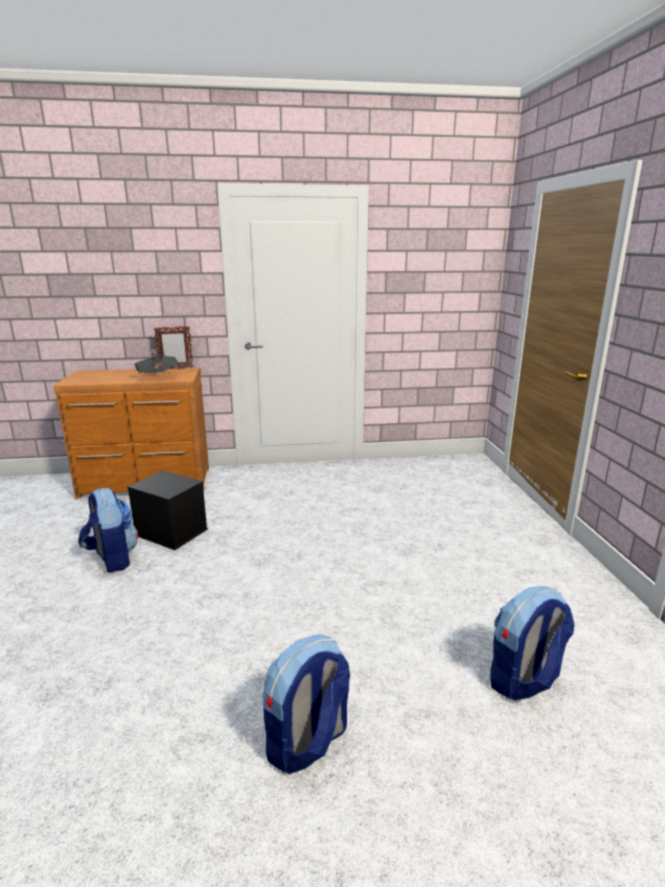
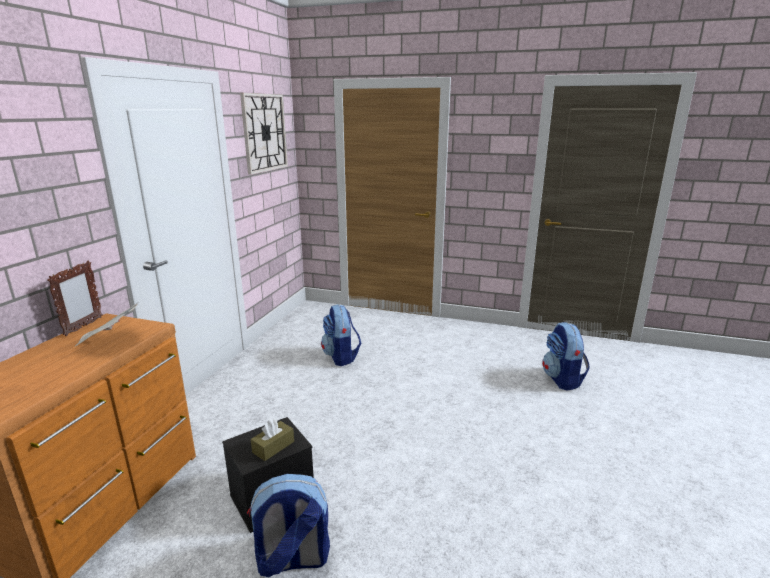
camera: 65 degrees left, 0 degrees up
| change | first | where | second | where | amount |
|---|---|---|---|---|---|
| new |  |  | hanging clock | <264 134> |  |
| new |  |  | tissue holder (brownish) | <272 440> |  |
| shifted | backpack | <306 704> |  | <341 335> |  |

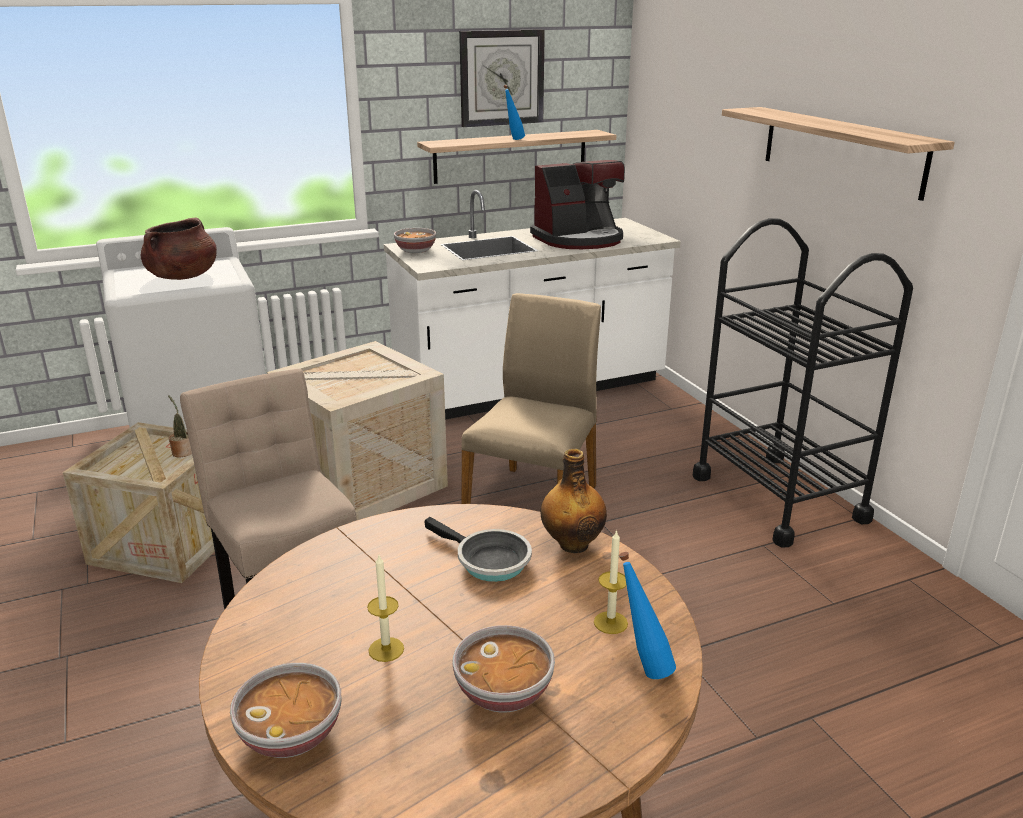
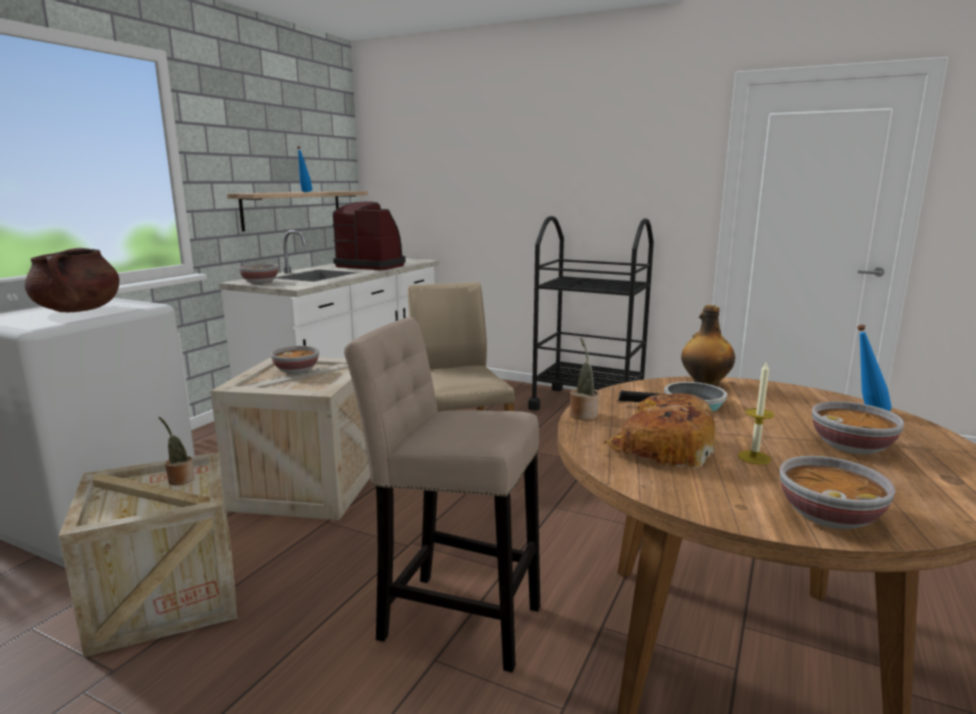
camera: 40 degrees left, 10 degrees down
| change | first | where | second | where | amount |
|---|---|---|---|---|---|
| gone | hanging clock | <502 78> |  |  |  |
| gone | candle | <611 581> |  |  |  |
| gone | bracket shelf | <838 154> |  |  |  |
| new |  |  | serving bowl | <295 360> |  |
| new |  |  | potted plant | <584 378> |  |
| new |  |  | bakery bread | <659 430> |  |
| rotated | coffee brewer | <577 204> |  | <369 235> | 90 degrees counterclockwise |

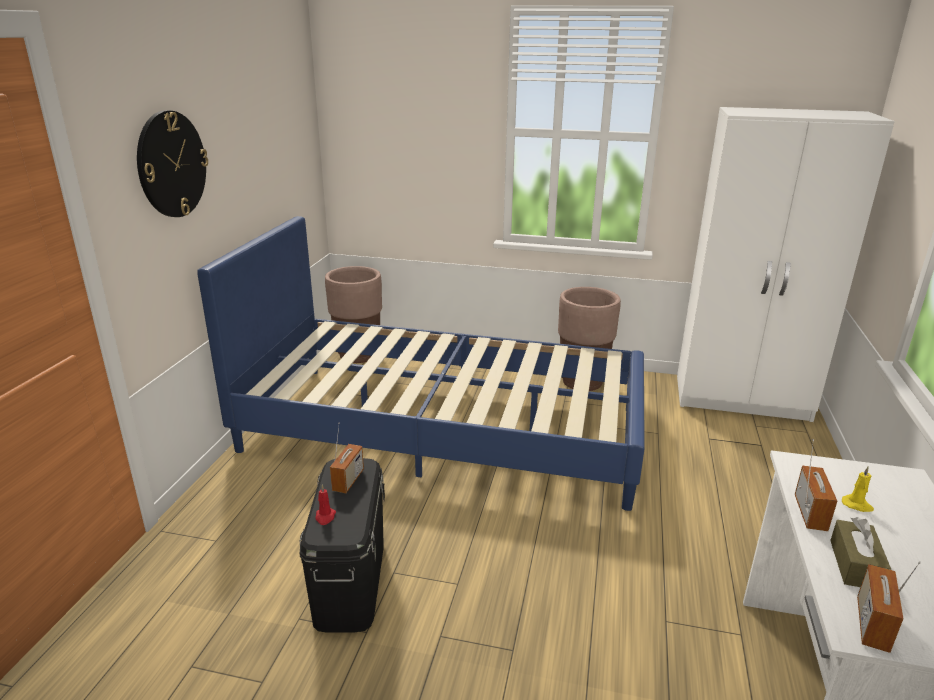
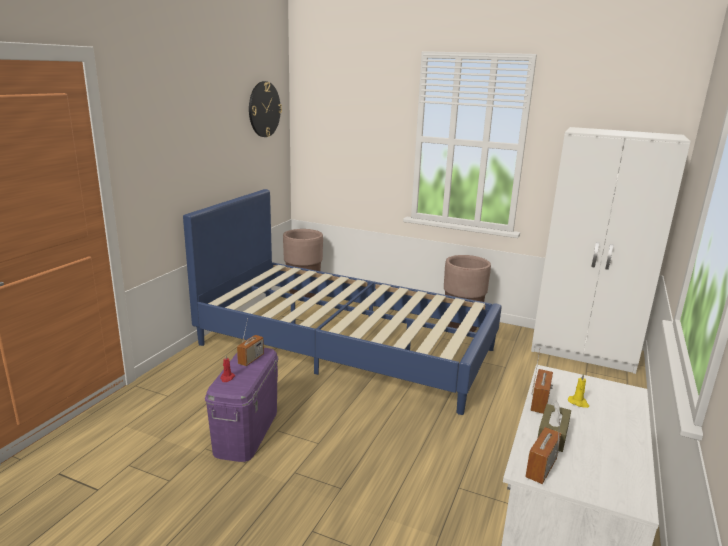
camera: 10 degrees right, 5 degrees down
| change | first | where | second | where | amount |
|---|---|---|---|---|---|
| shifted | hanging clock | <172 163> |  | <265 109> |  |
| repainted | storage container (black) | <342 545> | storage container (purple-coloured) | <241 405> |  |

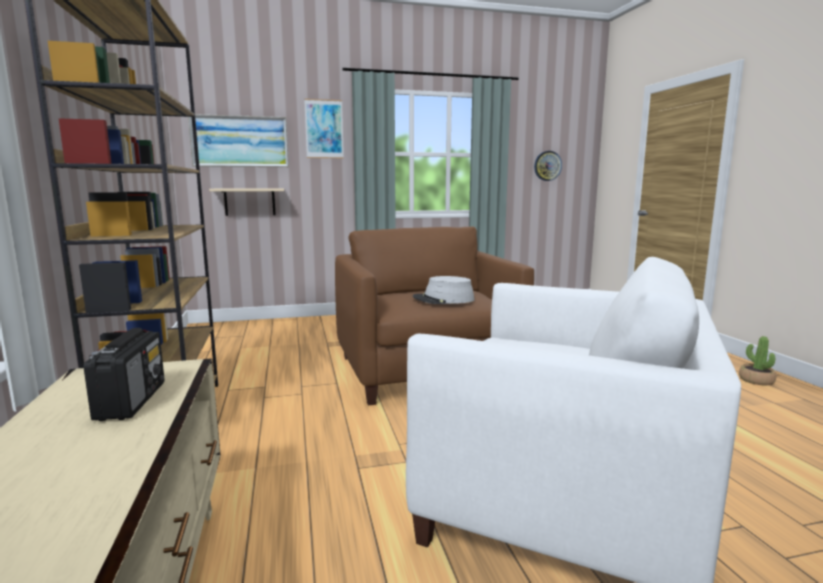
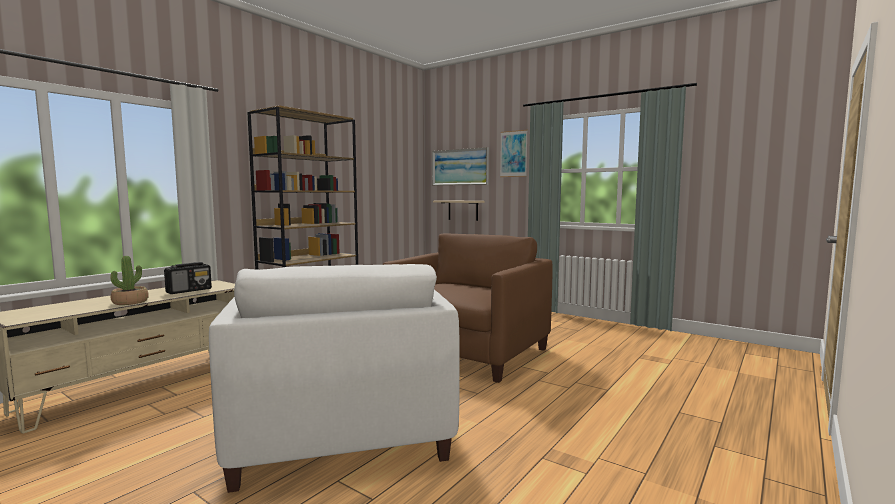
camera: 50 degrees right, 5 degrees down
| change | first | where | second | where | amount |
|---|---|---|---|---|---|
| gone | wearable hat (greyish) | <443 290> |  |  |  |
| gone | hanging clock | <548 166> |  |  |  |
| shifted | potted plant | <757 361> |  | <130 280> |  |

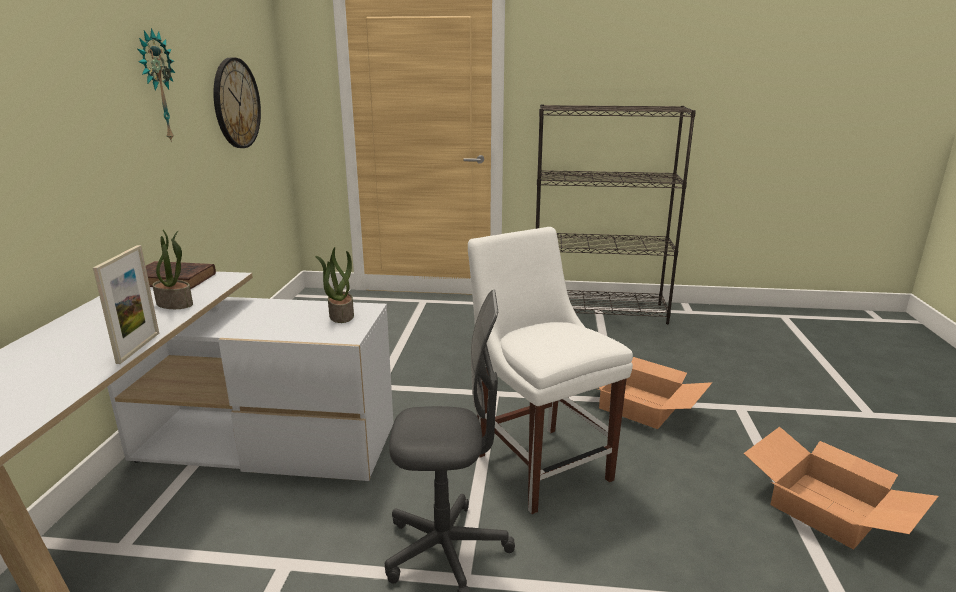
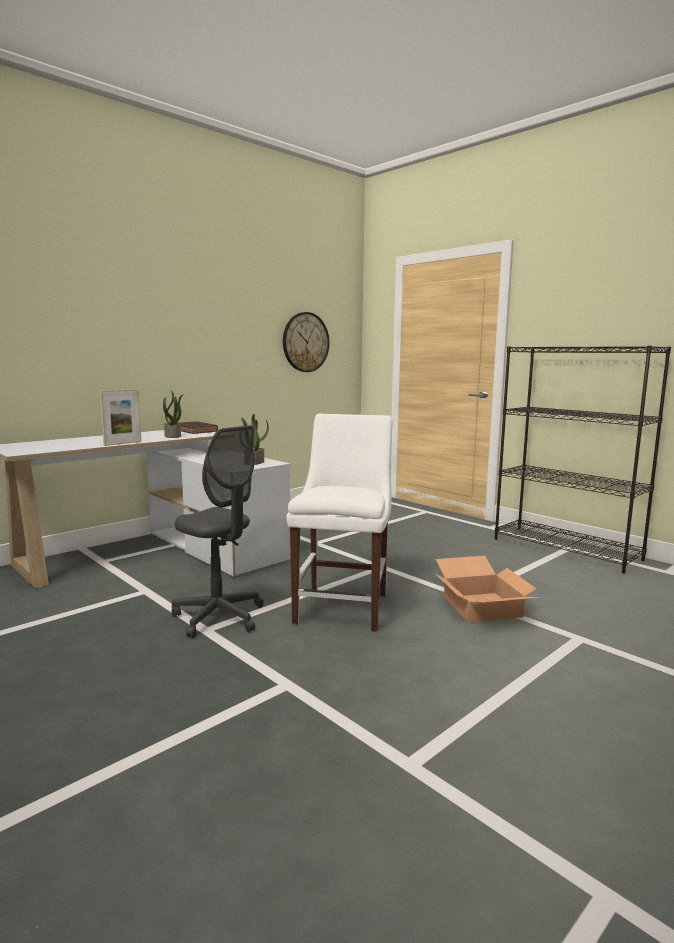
camera: 40 degrees right, 10 degrees down
| change | first | where | second | where | amount |
|---|---|---|---|---|---|
| gone | hanging clock | <156 85> |  |  |  |
| gone | cardboard box | <841 488> |  |  |  |

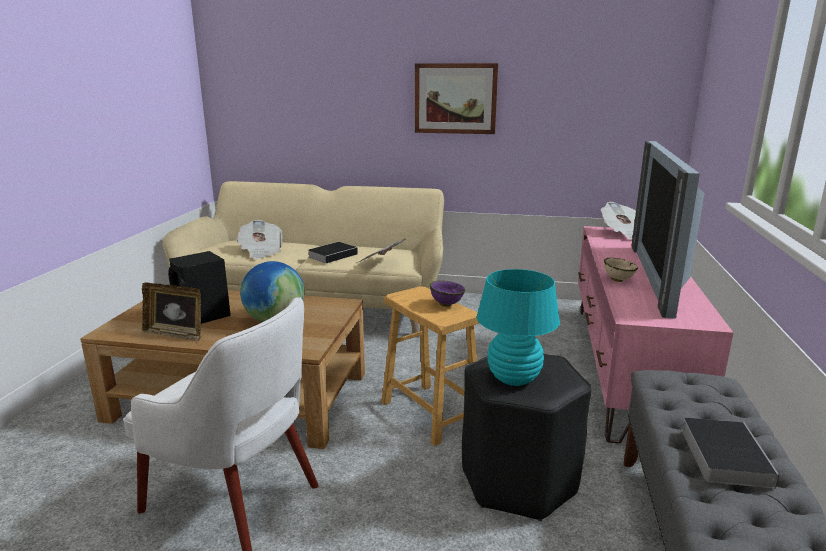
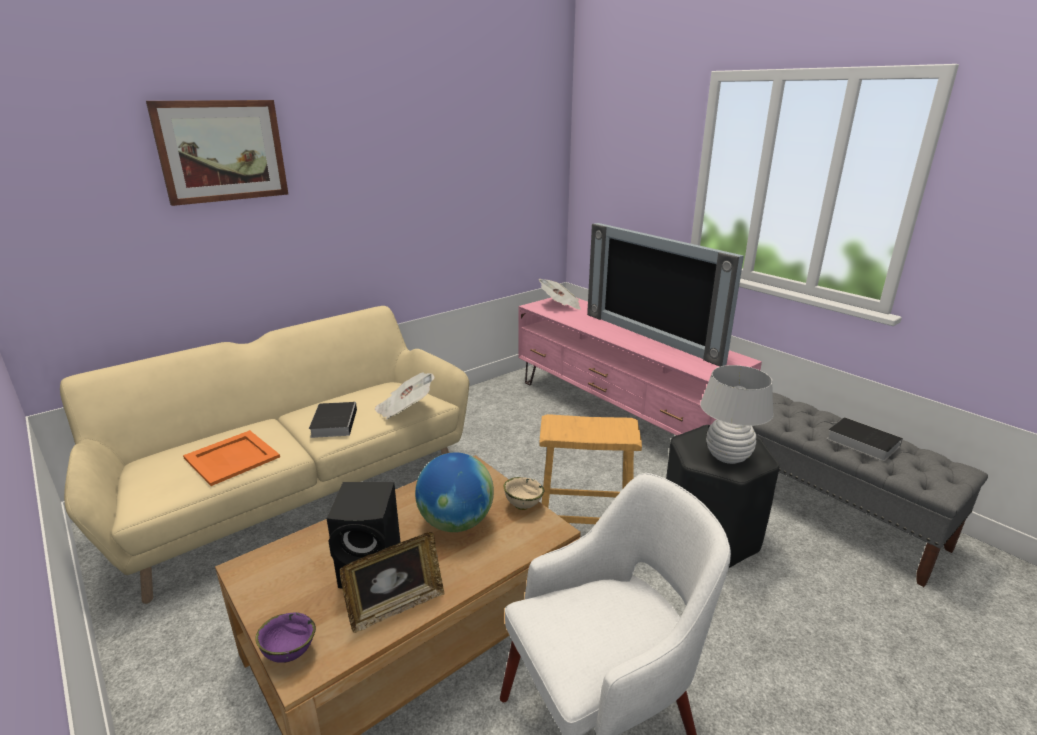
camera: 50 degrees left, 5 degrees up
| change | first | where | second | where | amount |
|---|---|---|---|---|---|
| shifted | picture | <456 98> |  | <217 153> |  |
| shifted | serving bowl (purple-coloured) | <447 294> |  | <285 637> |  |
| shifted | serving bowl (sand-coloured) | <621 270> |  | <524 493> |  |
| swapped | daily paper | <260 239> | tray (orange) | <231 458> |  |
| repainted | table lamp (turquoise-coloured) | <518 327> | table lamp (whitish) | <737 414> |  |

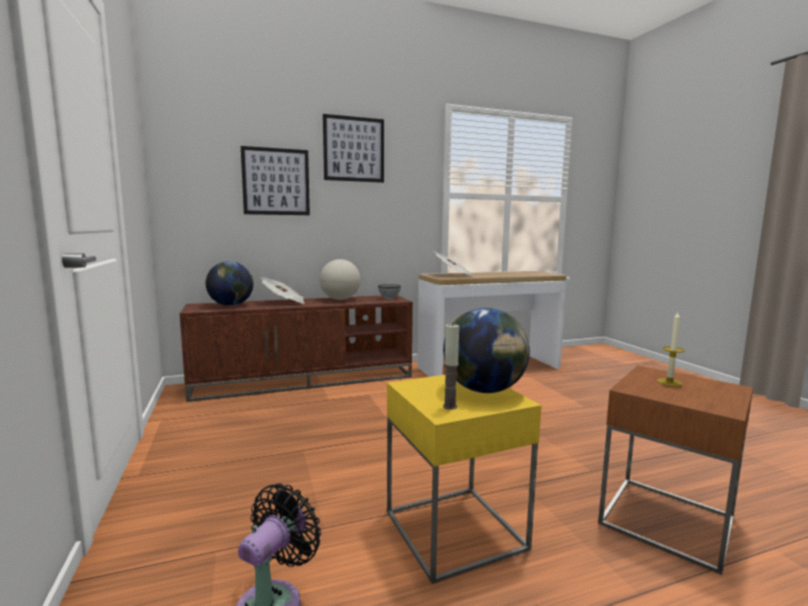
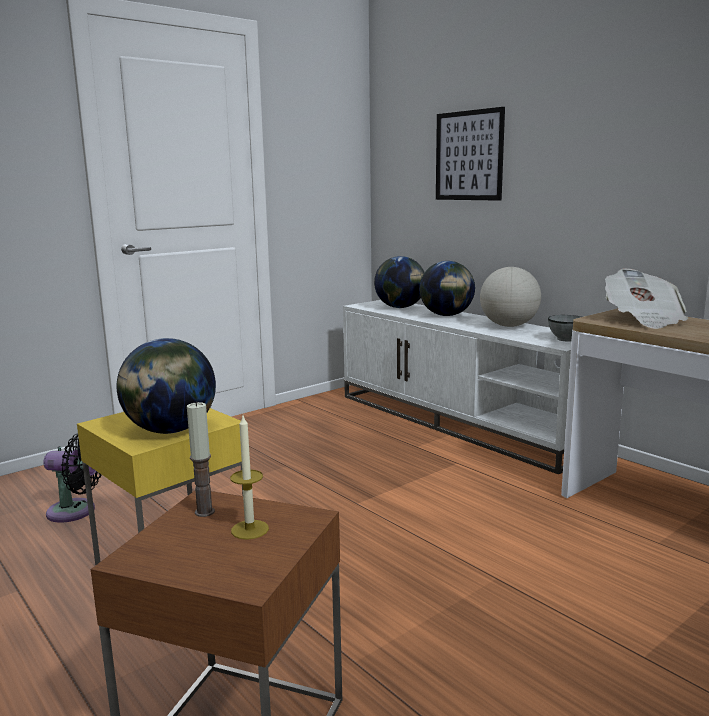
camera: 70 degrees right, 5 degrees up
| change | first | where | second | where | amount |
|---|---|---|---|---|---|
| gone | picture | <353 148> |  |  |  |
| shifted | candle | <451 366> |  | <201 459> |  |
| swapped | daily paper | <282 290> | desk globe | <447 288> |  |
| repainted | media console (brownish) | <296 348> | media console (whitish) | <457 387> |  |

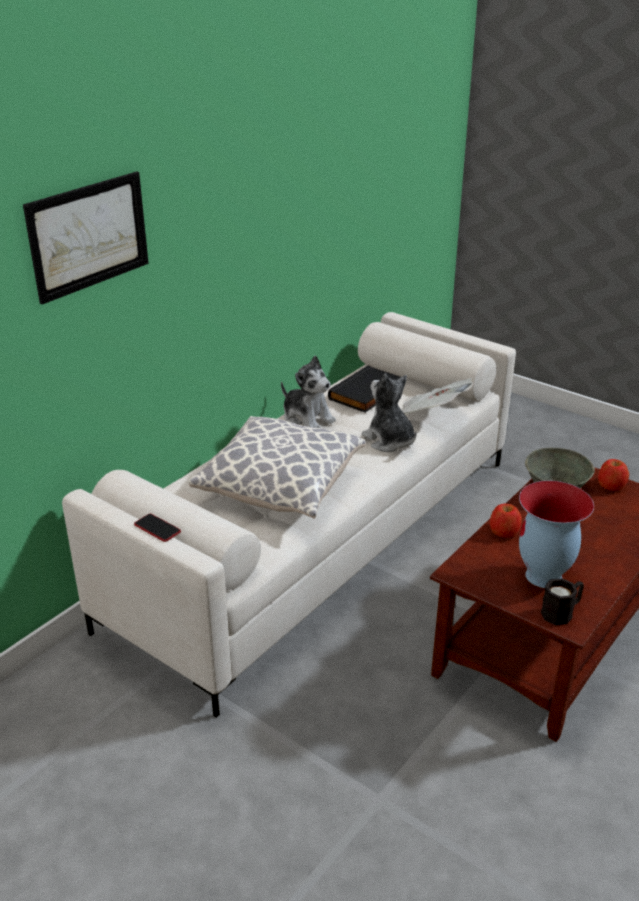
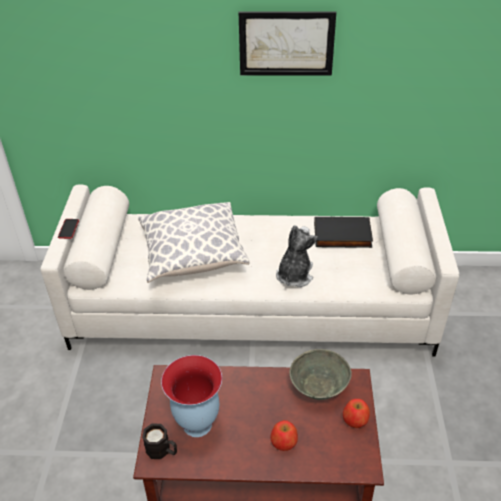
camera: 55 degrees right, 10 degrees up
| change | first | where | second | where | amount |
|---|---|---|---|---|---|
| gone | soft toy | <308 392> |  |  |  |
| gone | daily paper | <437 396> |  |  |  |
| shifted | picture | <86 238> |  | <287 43> |  |
| shifted | apple | <506 521> |  | <284 435> |  |

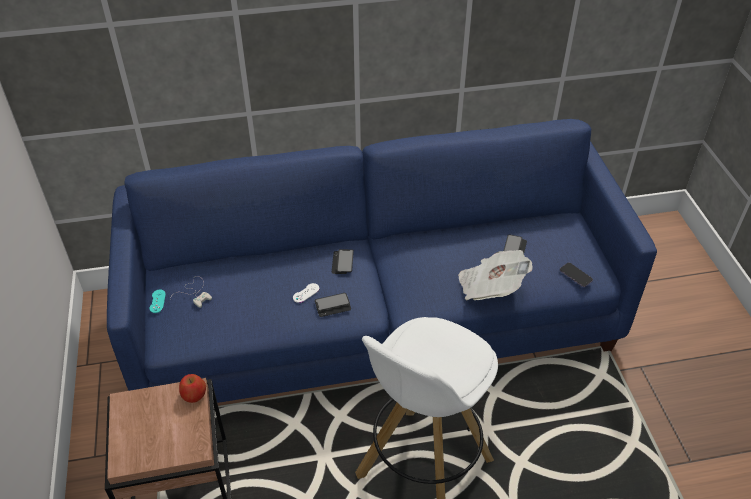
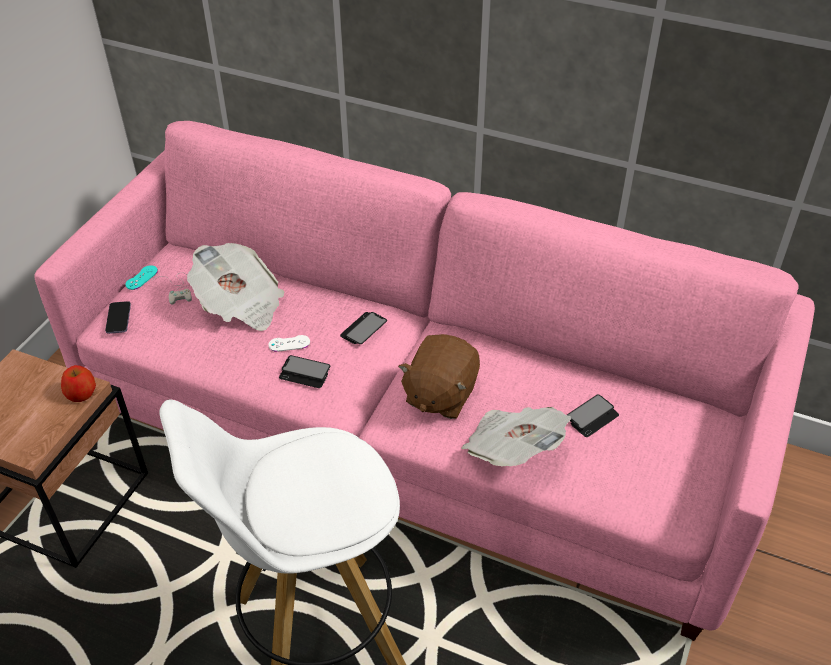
camera: 35 degrees right, 0 degrees up
| change | first | where | second | where | amount |
|---|---|---|---|---|---|
| new |  |  | daily paper | <236 287> |  |
| new |  |  | soft toy (brownish) | <439 376> |  |
| shifted | telephone | <576 275> |  | <118 317> |  |
| repainted | sofa (bluish) | <382 261> | sofa (pinkish) | <424 381> |  |

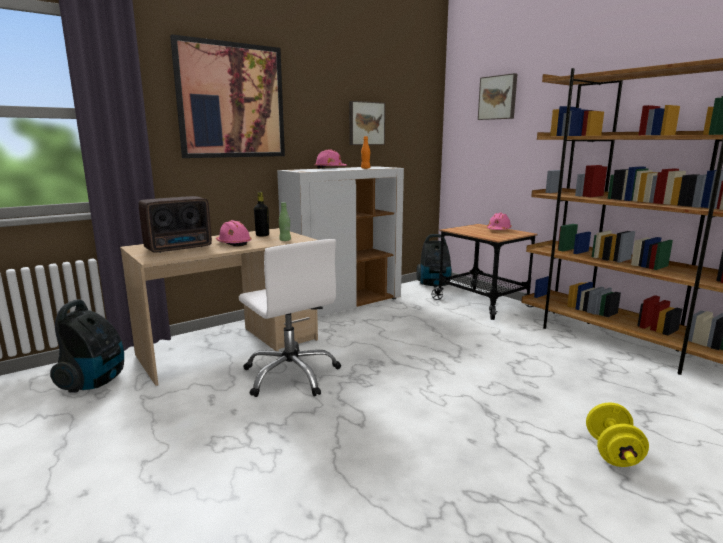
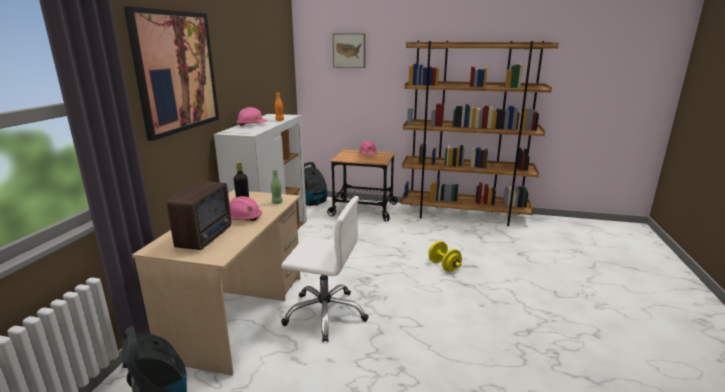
camera: 40 degrees left, 5 degrees up
| change | first | where | second | where | amount |
|---|---|---|---|---|---|
| gone | picture | <367 123> |  |  |  |
| shifted | hand weight (yellow) | <617 434> |  | <445 256> |  |

